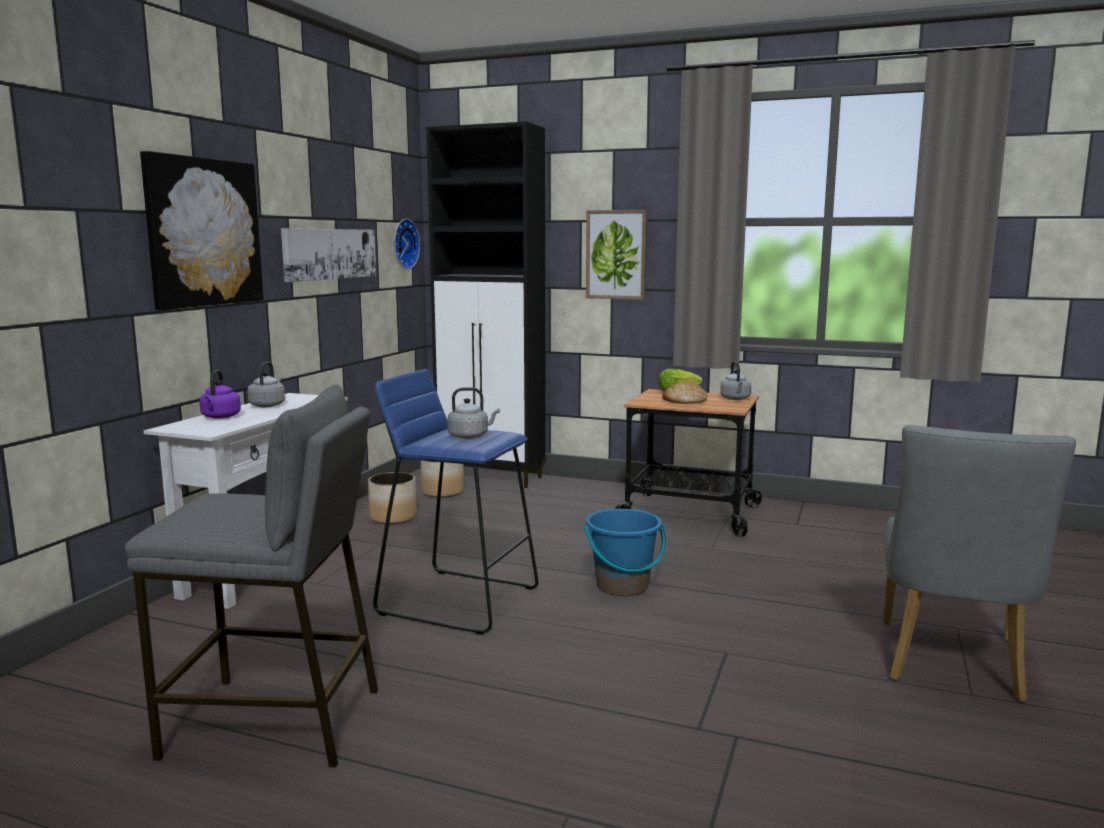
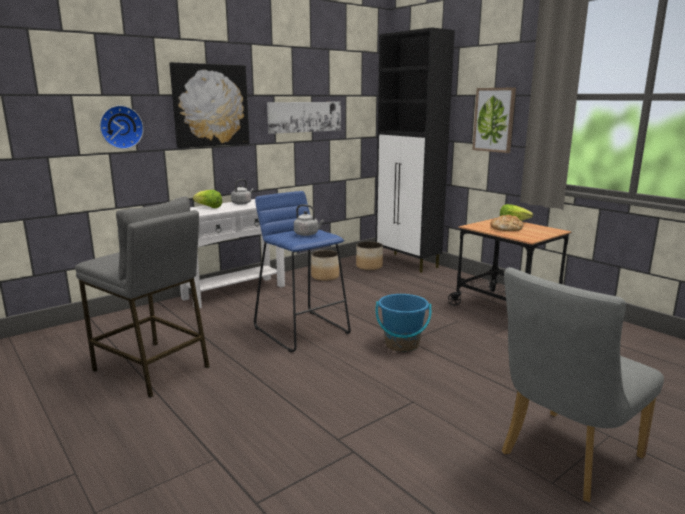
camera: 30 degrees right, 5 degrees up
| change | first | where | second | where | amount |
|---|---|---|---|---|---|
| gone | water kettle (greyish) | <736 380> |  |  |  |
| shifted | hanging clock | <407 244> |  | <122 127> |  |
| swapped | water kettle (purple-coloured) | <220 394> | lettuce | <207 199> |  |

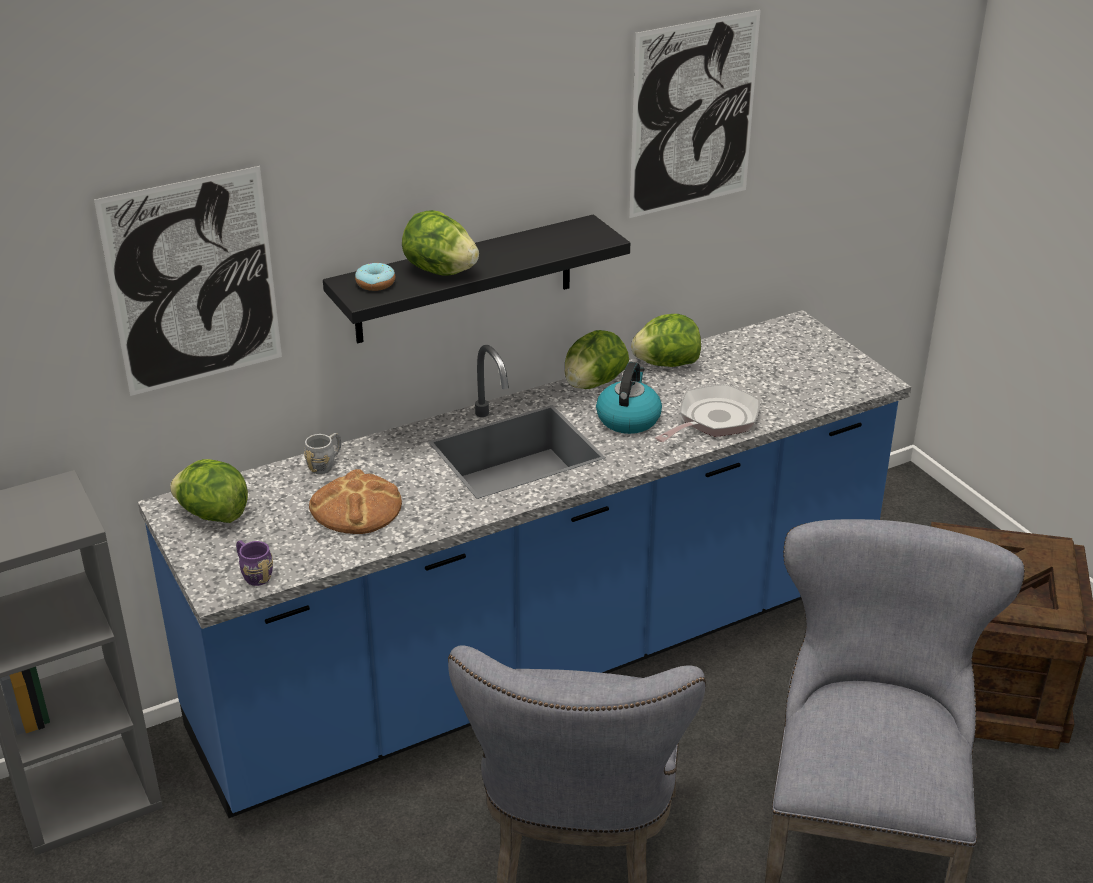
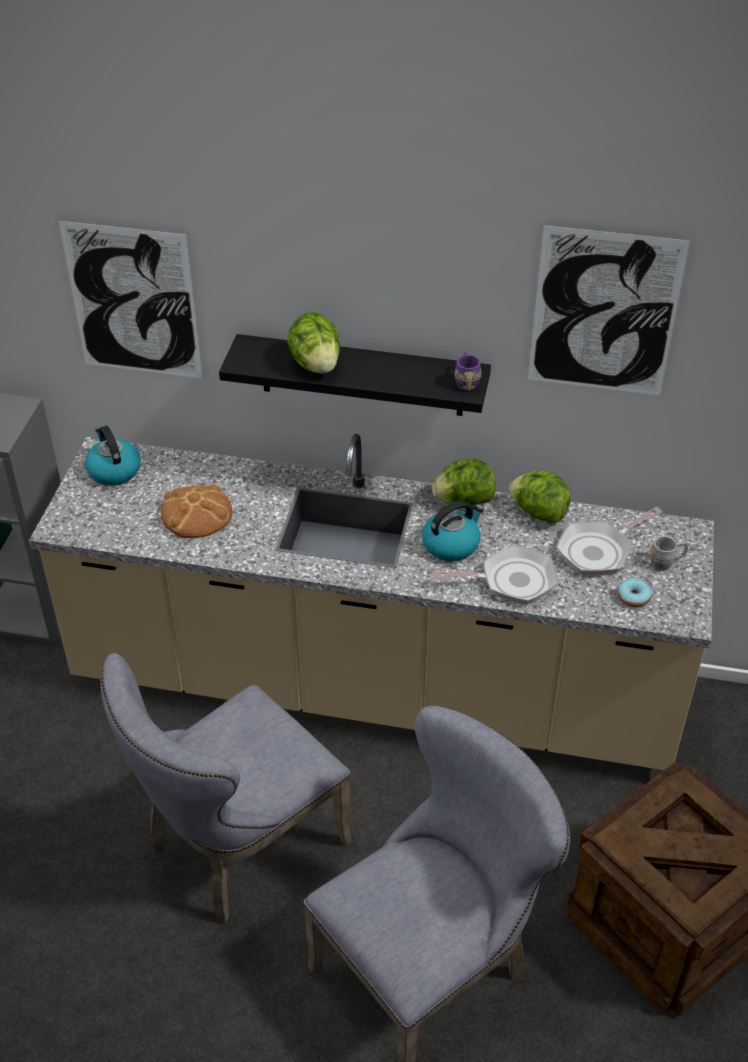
camera: 40 degrees right, 10 degrees up
| change | first | where | second | where | amount |
|---|---|---|---|---|---|
| new |  |  | pan | <609 541> |  |
| shifted | mug (purple-coloured) | <254 563> |  | <468 371> |  |
| shifted | mug (greyish) | <322 453> |  | <669 553> |  |
| shifted | ring doughnut | <375 277> |  | <634 593> |  |
| swapped | lettuce | <209 491> | water kettle | <113 456> |  |
| repainted | kitchen base unit (bluish) | <524 564> | kitchen base unit (sand-coloured) | <371 602> |  |

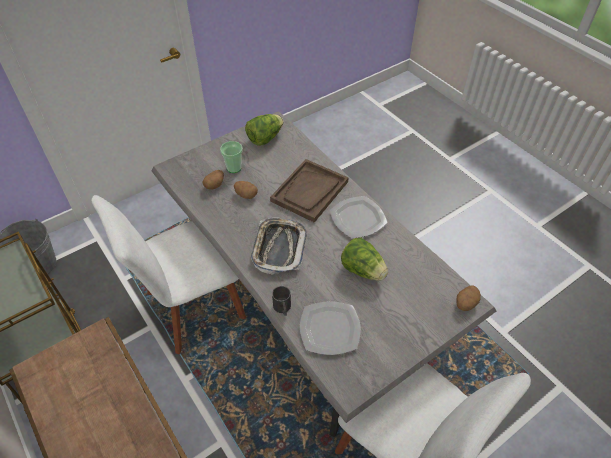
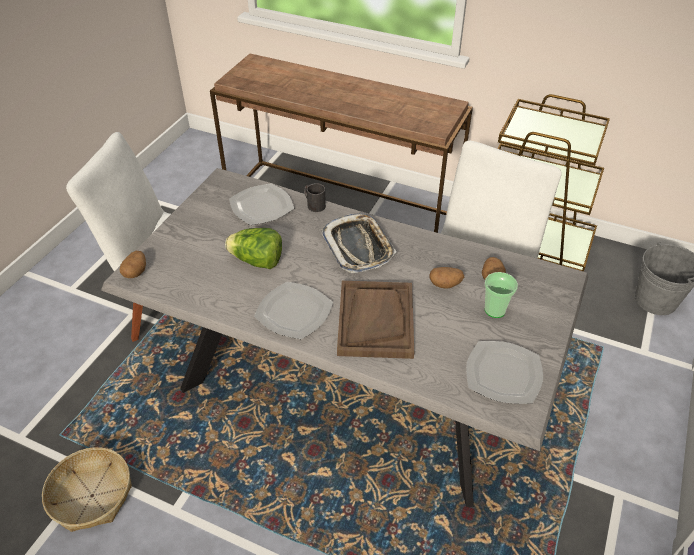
camera: 150 degrees right, 5 degrees down
| change | first | where | second | where | amount |
|---|---|---|---|---|---|
| new |  |  | basket | <87 489> |  |
| swapped | lettuce | <264 130> | flat dish | <504 372> |  |

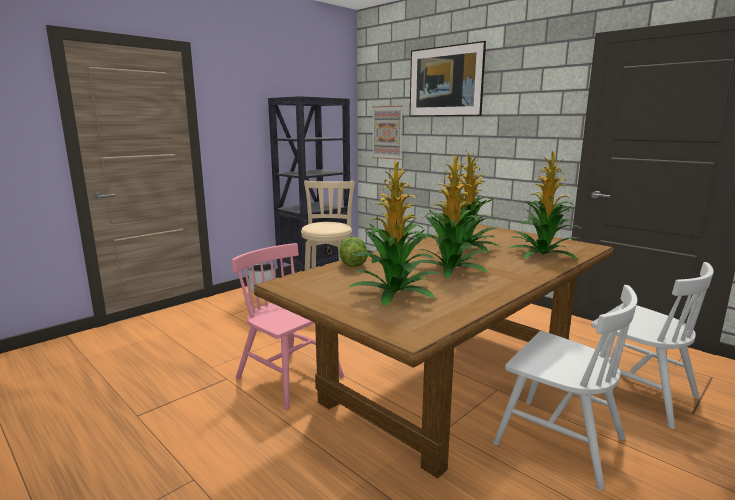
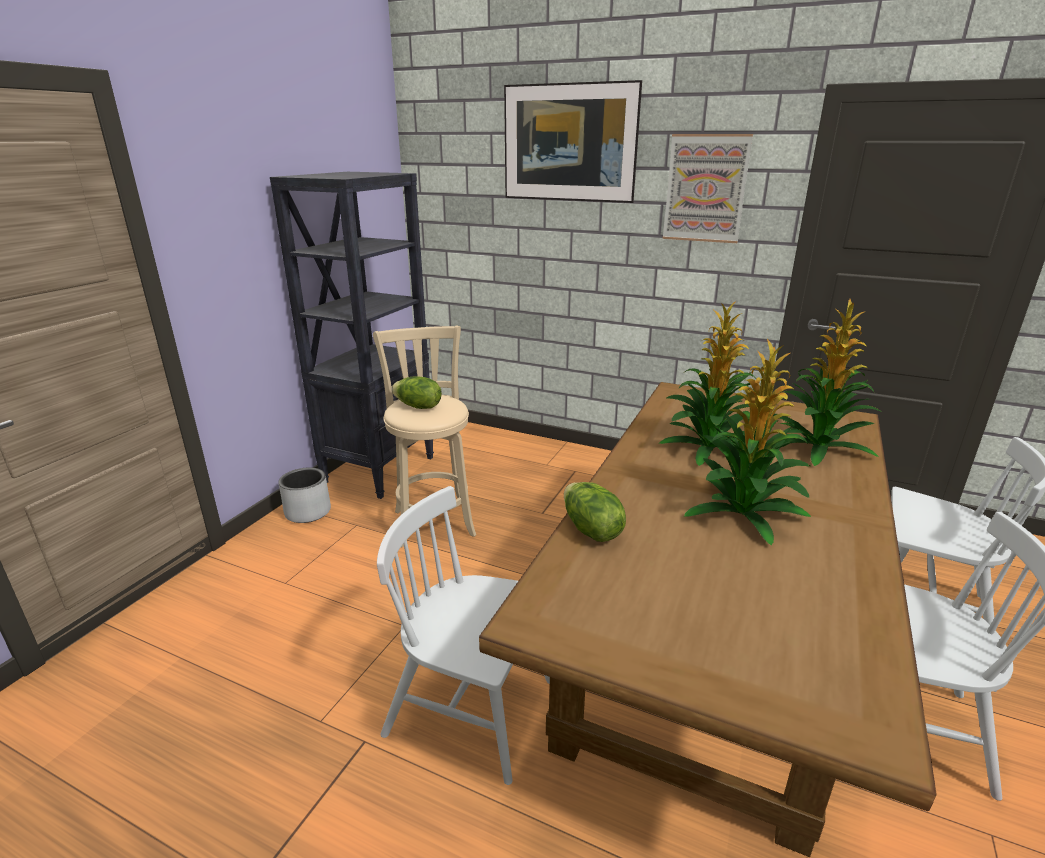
camera: 20 degrees left, 10 degrees up
| change | first | where | second | where | amount |
|---|---|---|---|---|---|
| gone | potted plant | <394 233> |  |  |  |
| new |  |  | lettuce | <416 393> |  |
| shifted | picture | <387 132> |  | <707 188> |  |
| repainted | chair (pinkish) | <288 326> | chair (whitish) | <463 635> |  |

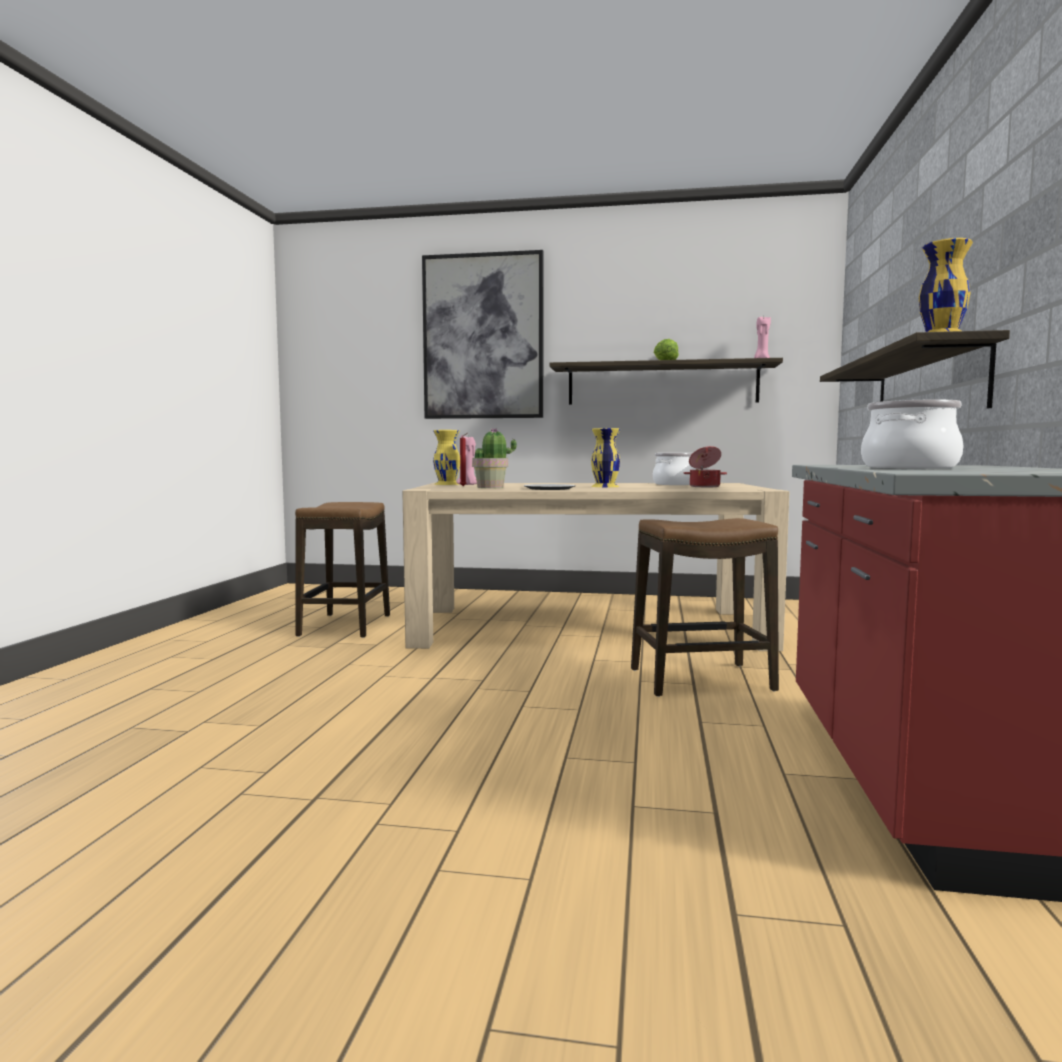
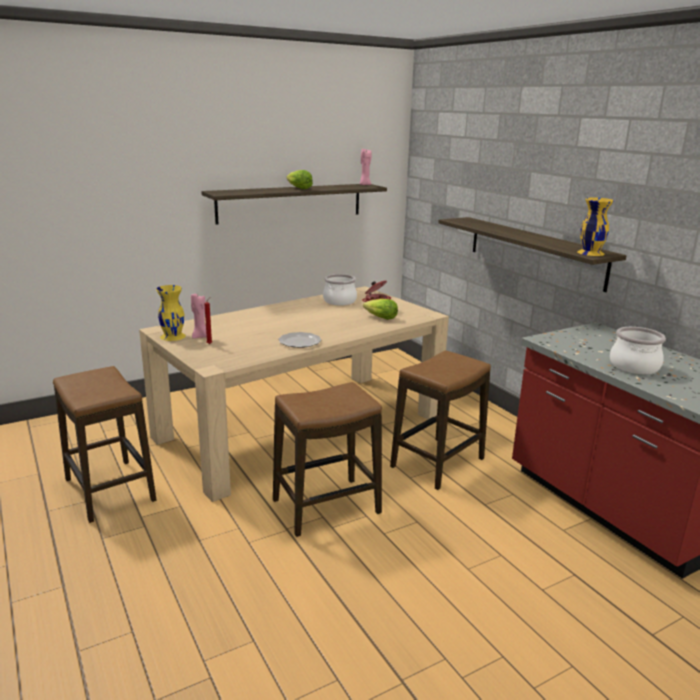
camera: 40 degrees left, 15 degrees up
| change | first | where | second | where | amount |
|---|---|---|---|---|---|
| gone | picture | <483 334> |  |  |  |
| gone | potted plant | <494 458> |  |  |  |
| gone | vase (yellow) | <605 457> |  |  |  |
| new |  |  | stool seat | <327 459> |  |
| new |  |  | lettuce | <380 309> |  |

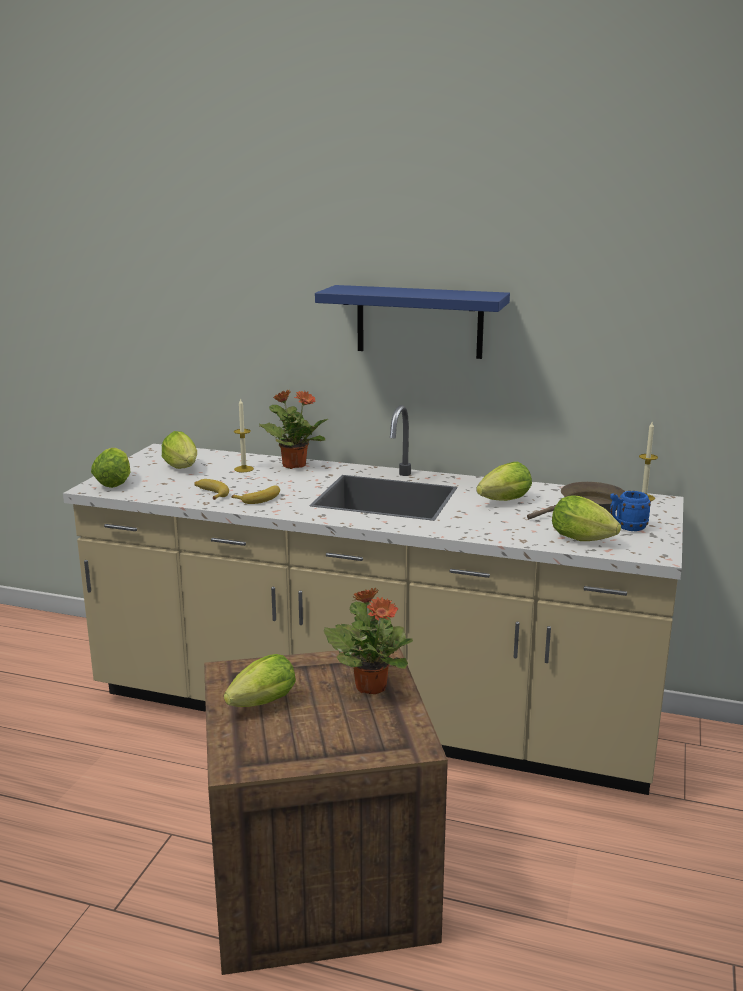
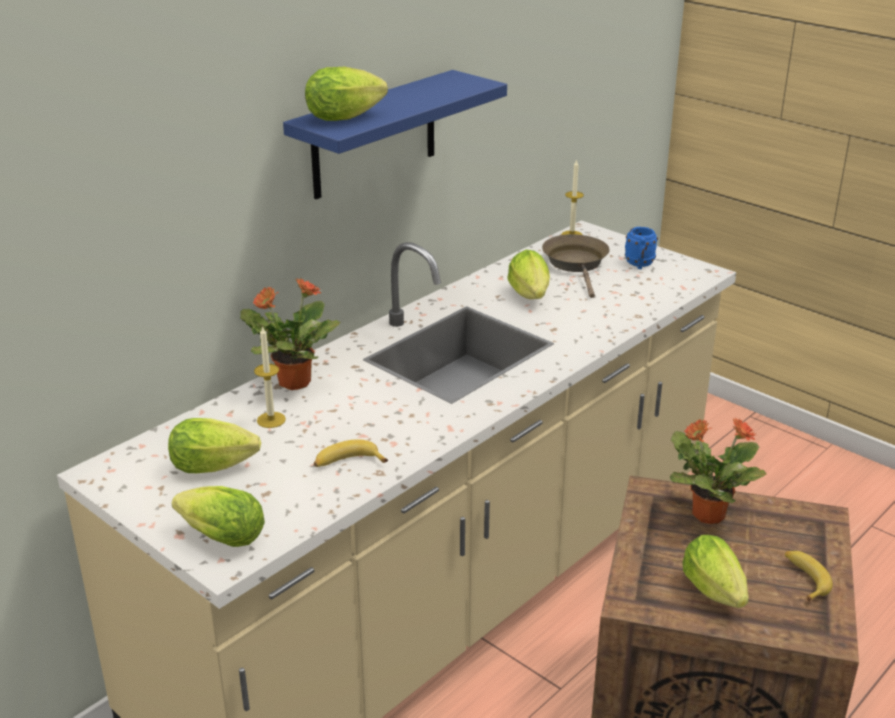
camera: 65 degrees left, 10 degrees up
| change | first | where | second | where | amount |
|---|---|---|---|---|---|
| shifted | whole banana | <255 495> |  | <809 576> |  |
| shifted | lettuce | <586 518> |  | <346 94> |  |

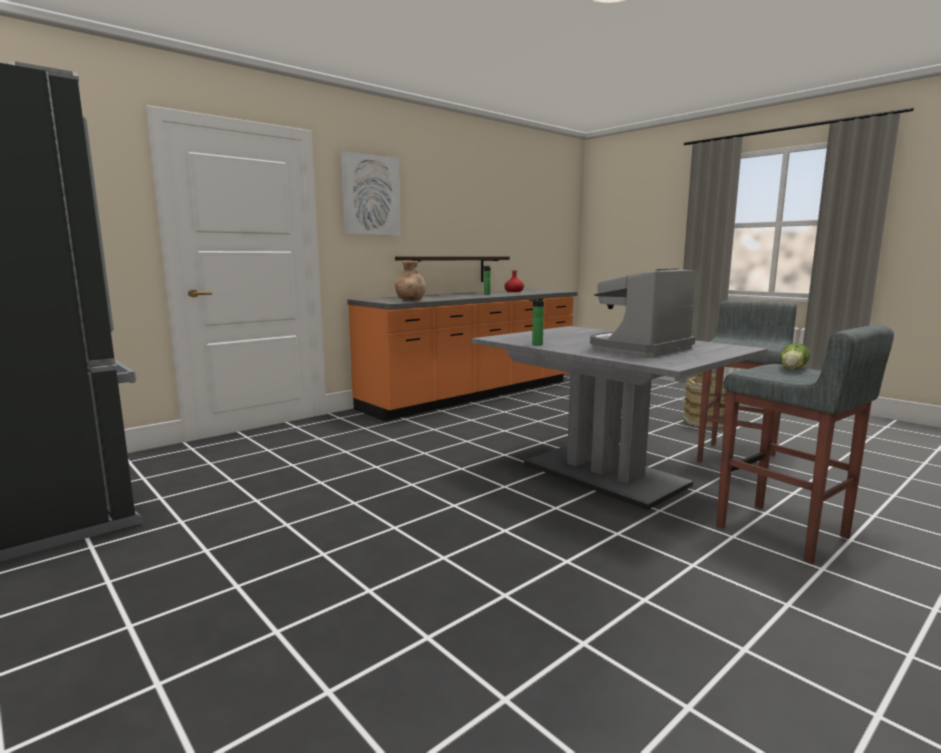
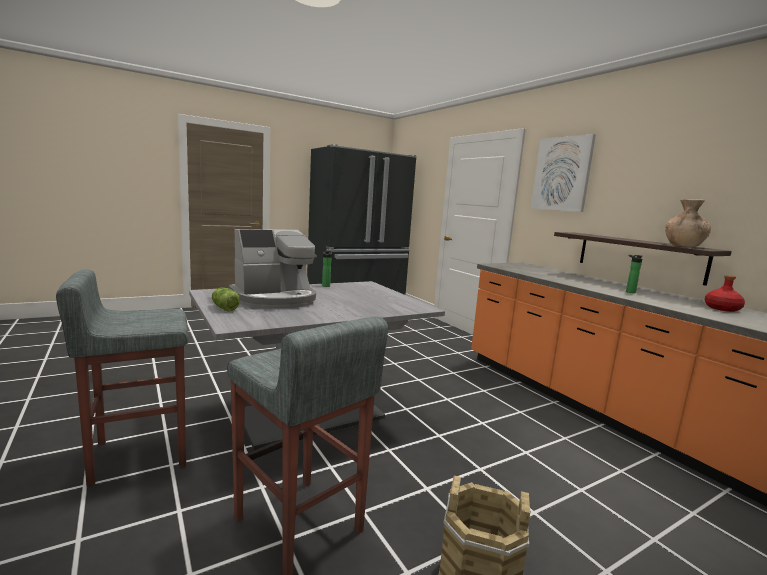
camera: 100 degrees right, 0 degrees up
| change | first | where | second | where | amount |
|---|---|---|---|---|---|
| shifted | vase (brownish) | <410 280> |  | <688 223> |  |
| shifted | lettuce | <795 356> |  | <226 300> |  |
| rotated | coffee brewer | <643 313> |  | <273 268> | 90 degrees clockwise |

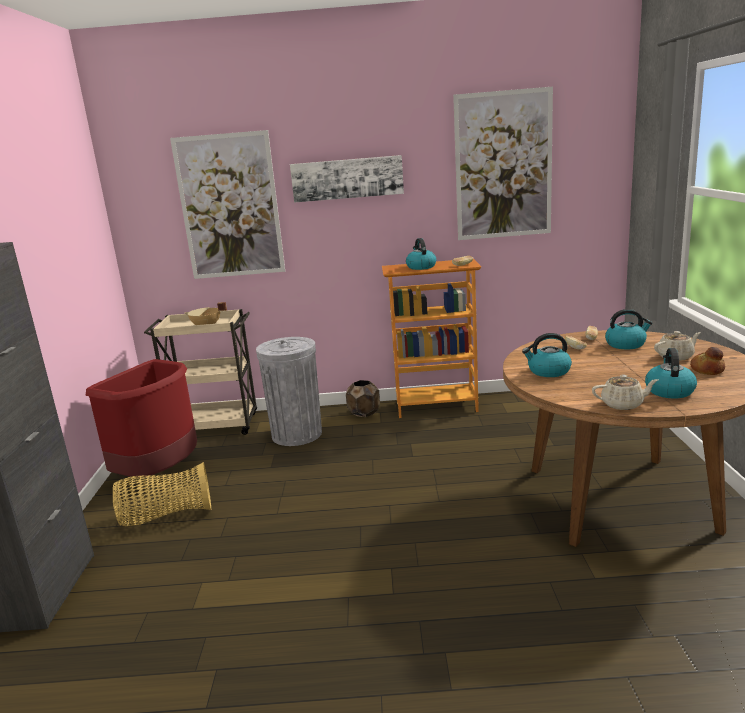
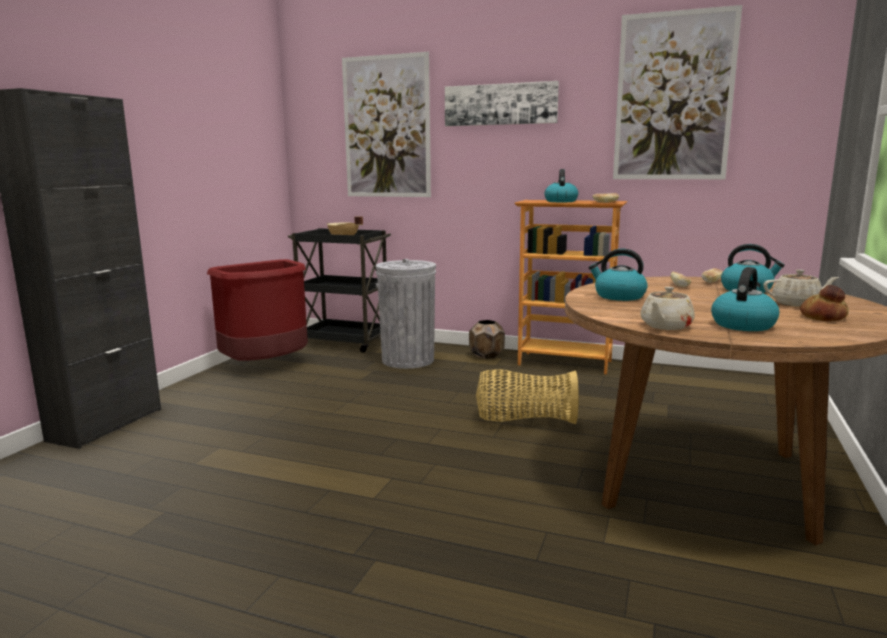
camera: 20 degrees right, 5 degrees down
| change | first | where | second | where | amount |
|---|---|---|---|---|---|
| shifted | basket | <162 494> |  | <527 396> |  |
| repainted | cart (sand-coloured) | <200 372> | cart (black) | <339 290> |  |
| rotated | pot for tea (sand-coloured) | <625 392> |  | <667 308> | 105 degrees clockwise |

